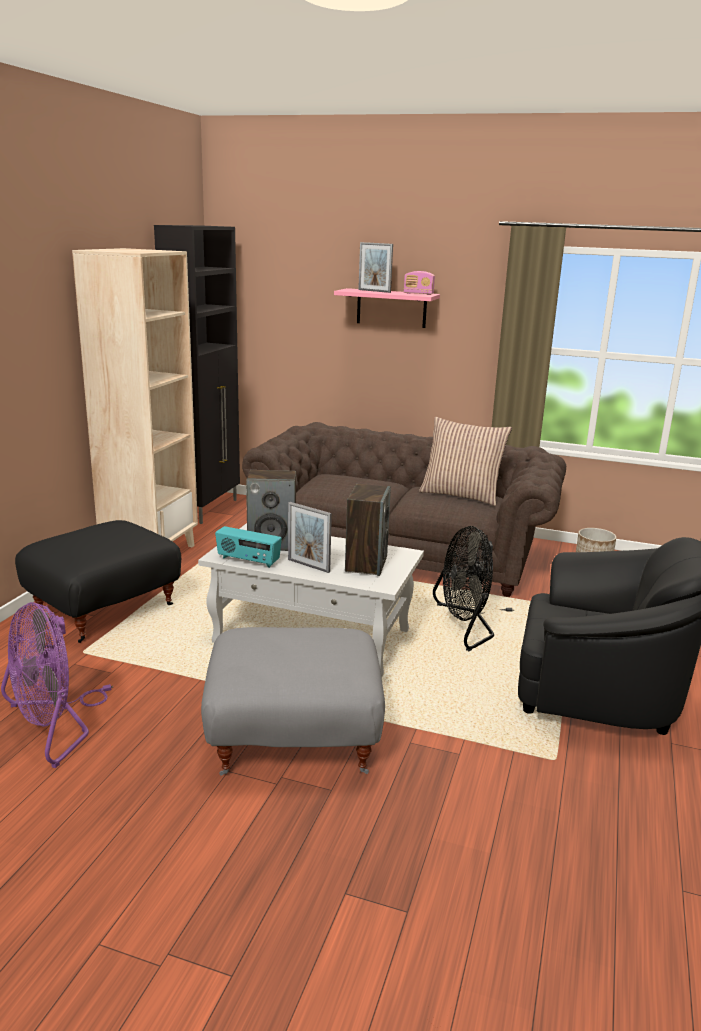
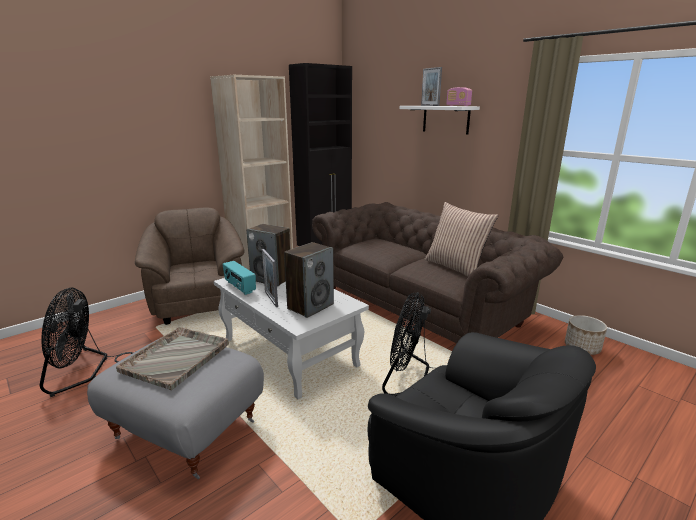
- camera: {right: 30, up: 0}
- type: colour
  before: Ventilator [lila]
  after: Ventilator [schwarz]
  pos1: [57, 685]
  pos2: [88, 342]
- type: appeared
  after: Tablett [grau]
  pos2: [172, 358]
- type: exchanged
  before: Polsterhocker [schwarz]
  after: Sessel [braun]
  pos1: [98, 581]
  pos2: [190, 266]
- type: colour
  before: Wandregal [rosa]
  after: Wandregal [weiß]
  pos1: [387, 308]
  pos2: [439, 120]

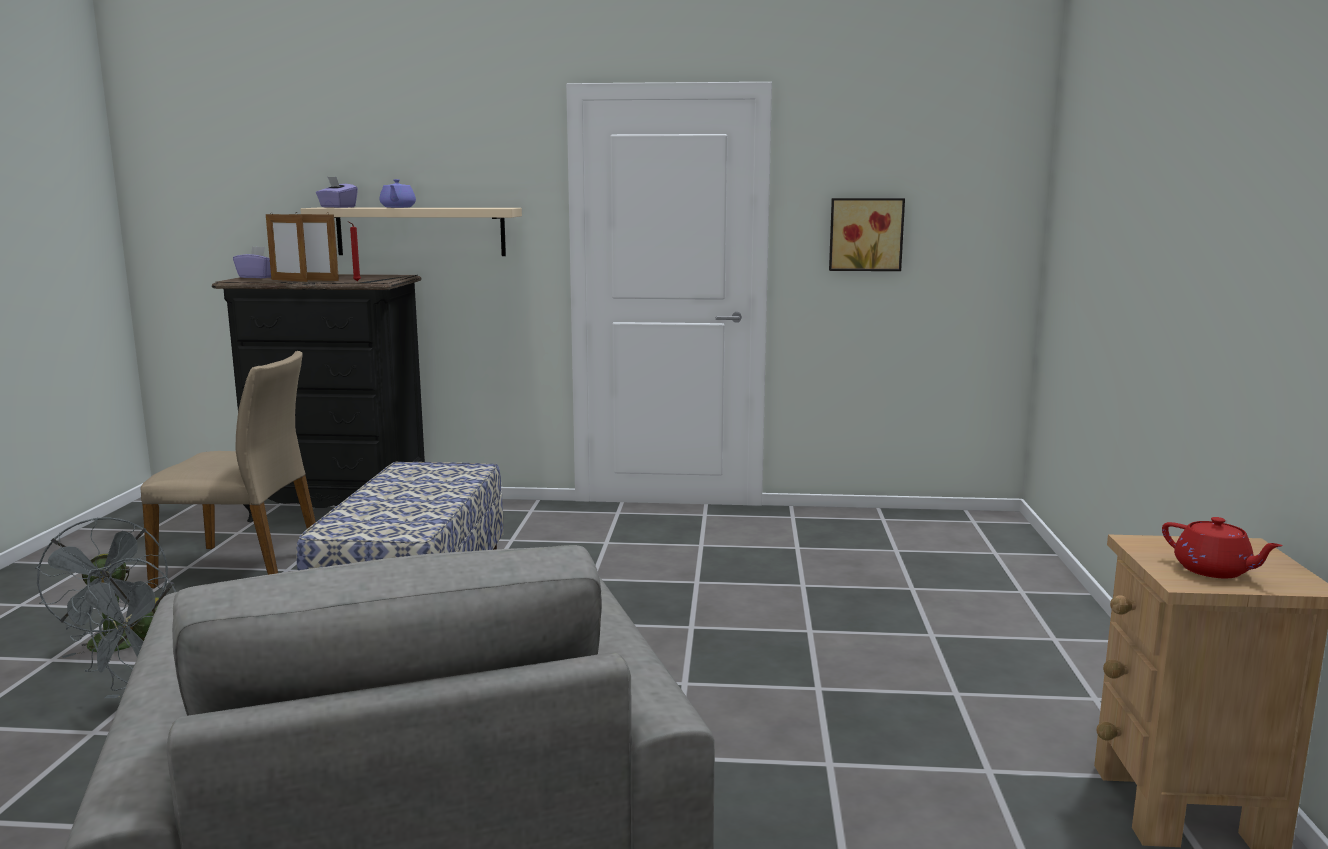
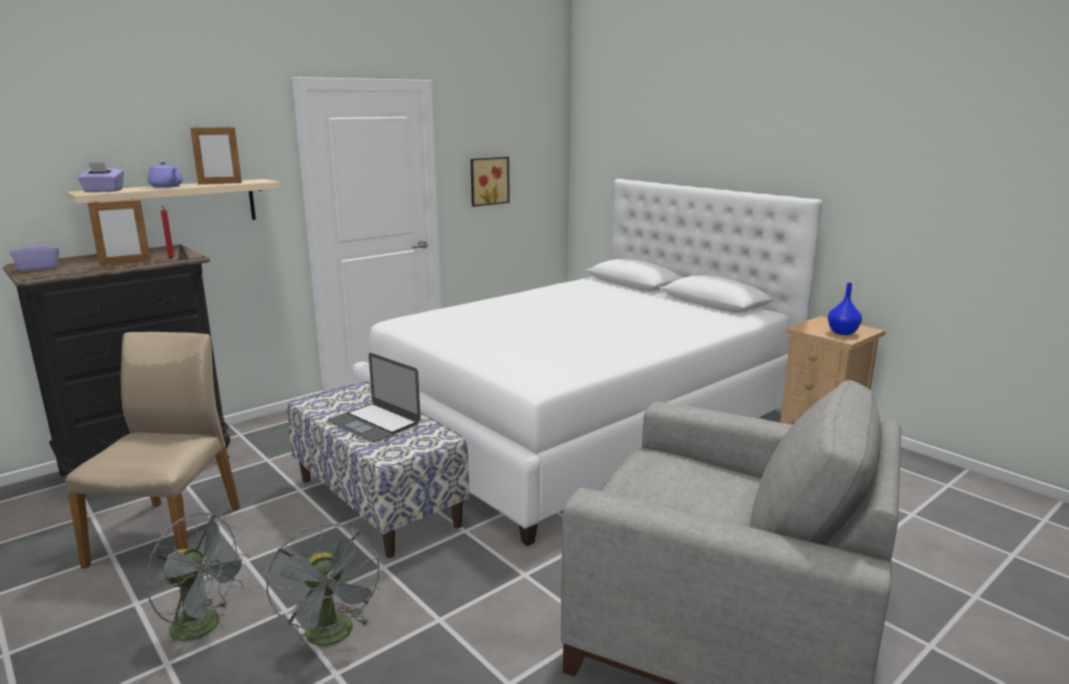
- camera: {right: -45, up: 5}
- type: spun
  before: Stuhl [beige]
  pos1: [228, 469]
  pos2: [153, 450]
  turn: -45
- type: relocated
  before: Bilderrahmen
  pos1: [287, 247]
  pos2: [216, 155]
- type: appeared
  after: Laptop
  pos2: [374, 397]
- type: appeared
  after: Bett [weiß]
  pos2: [587, 362]
- type: exchanged
  before: Teekanne [rot]
  after: Vase [blau]
  pos1: [1222, 547]
  pos2: [845, 309]

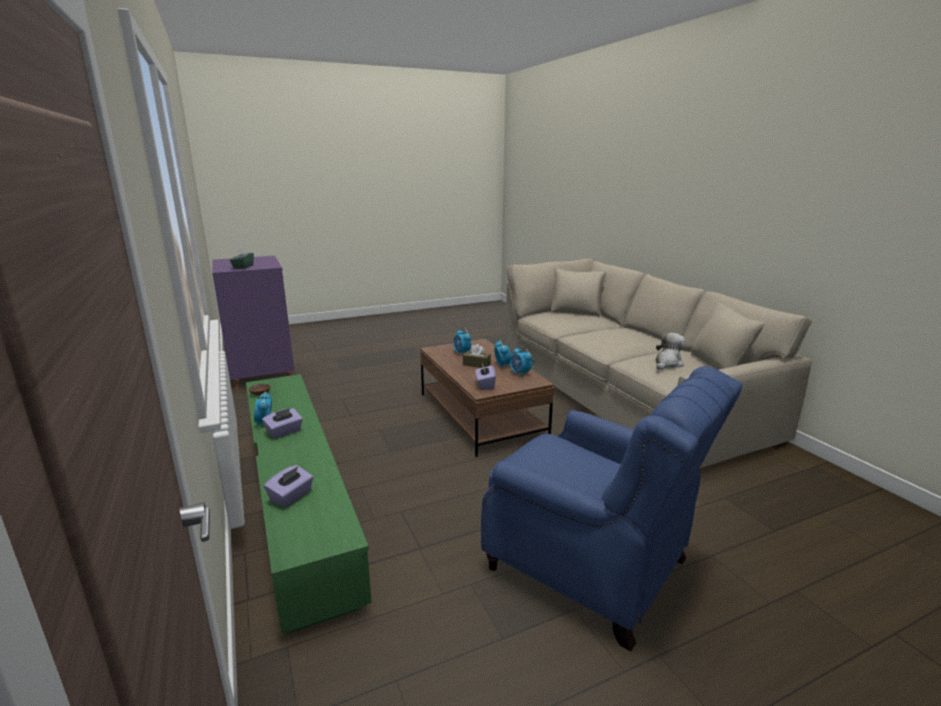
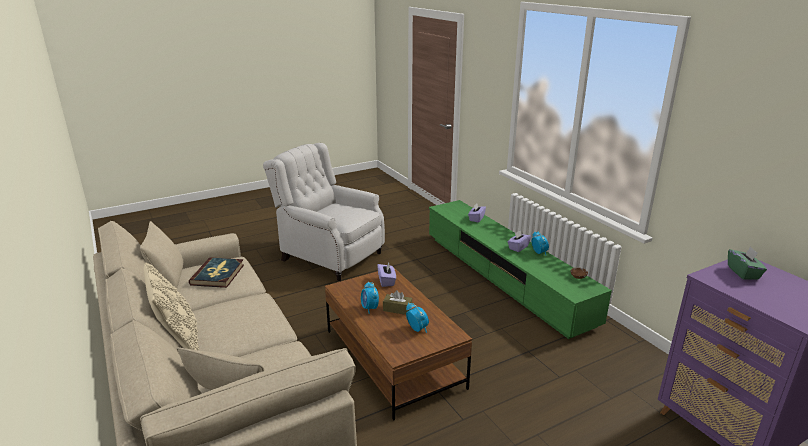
- camera: {right: 175, up: 5}
- type: appeared
  after: Kissen [beige]
  pos2: [171, 306]
- type: exchanged
  before: Plüschtier
  after: Buch
  pos1: [671, 351]
  pos2: [216, 272]
- type: colour
  before: Sessel [blau]
  after: Sessel [weiß]
  pos1: [612, 509]
  pos2: [324, 212]
- type: missing
  before: Wecker
  pos1: [521, 361]

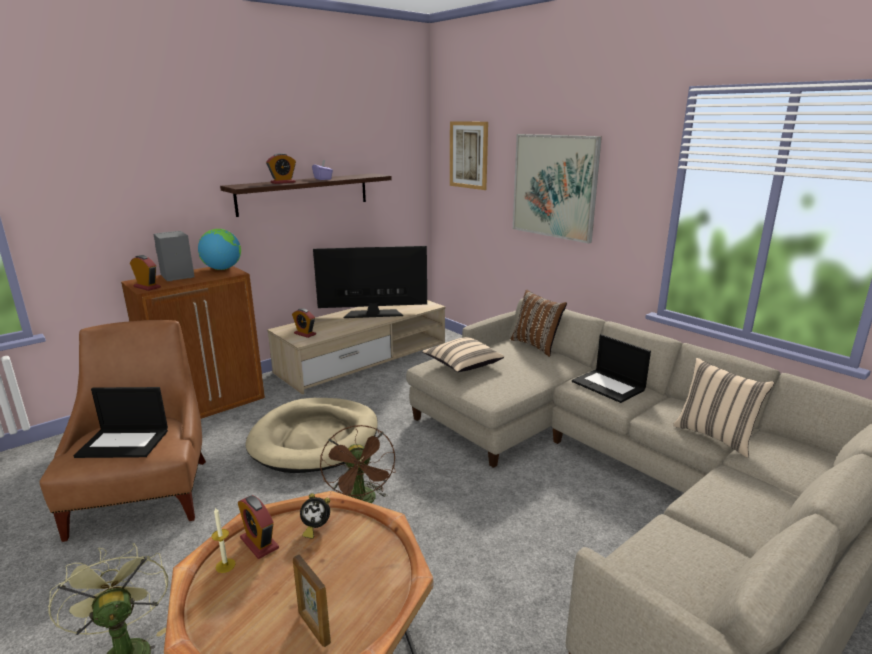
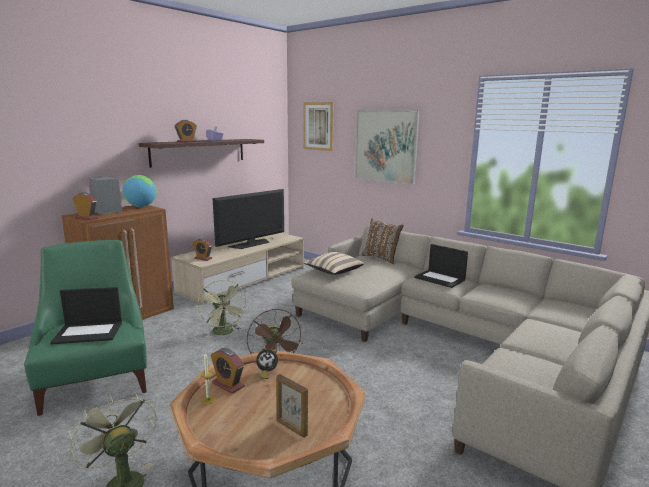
- camera: {right: -10, up: -5}
- type: colour
  before: Sessel [braun]
  after: Sessel [grün]
  pos1: [123, 431]
  pos2: [85, 328]
- type: exchanged
  before: Hundebett [beige]
  after: Ventilator [grün]
  pos1: [311, 435]
  pos2: [222, 309]
- type: spun
  before: Fernseher
  pos1: [370, 282]
  pos2: [248, 219]
  turn: 150
- type: missing
  before: Kissen [beige]
  pos1: [723, 408]

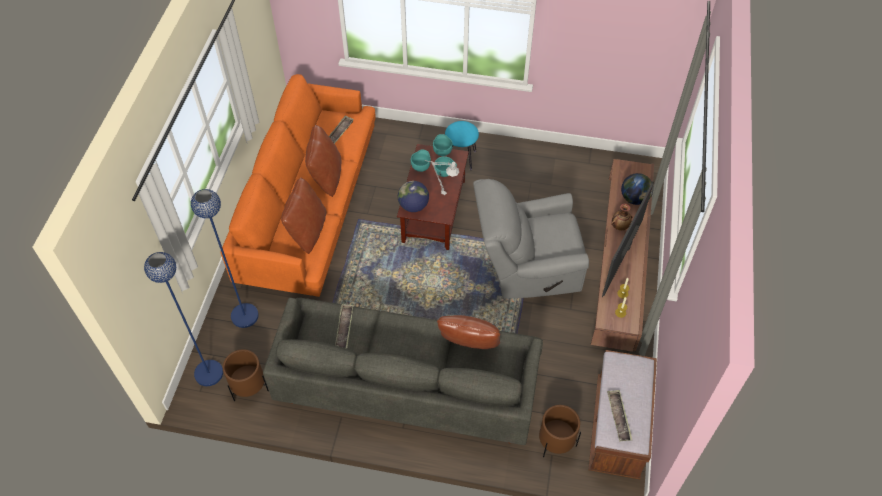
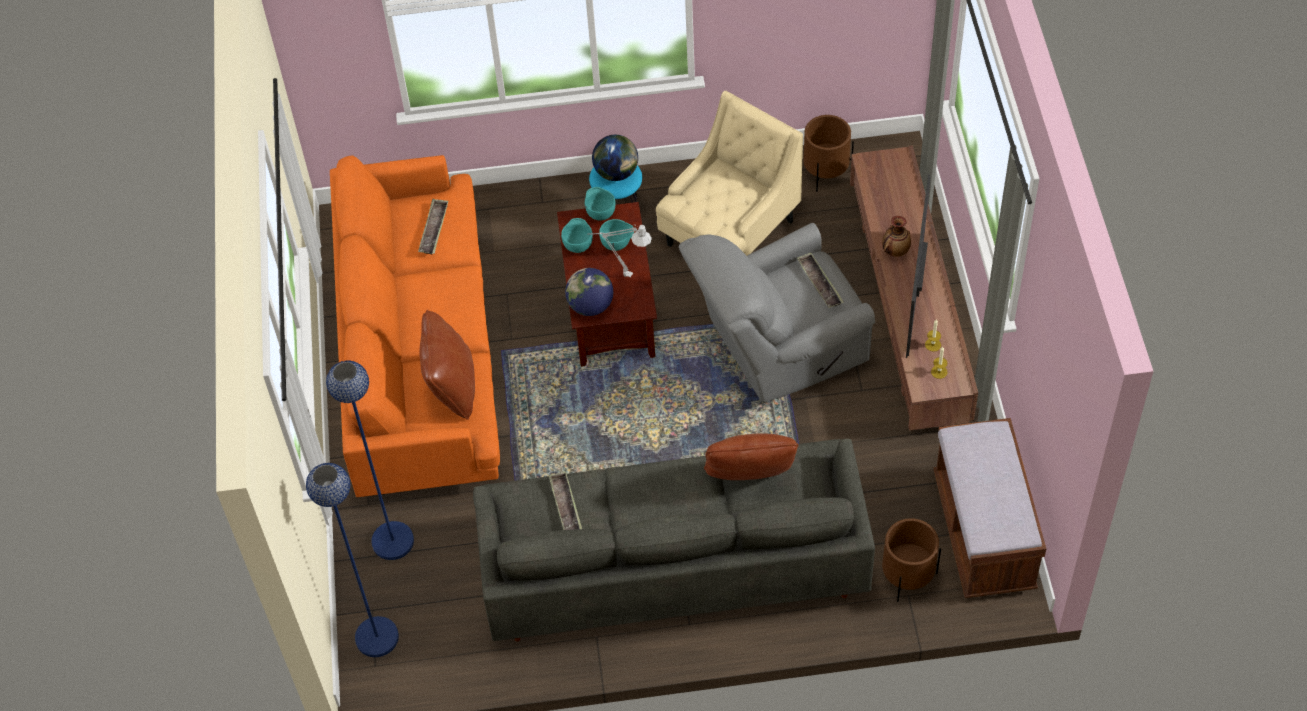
- camera: {right: -15, up: 0}
- type: relocated
  before: Globus
  pos1: [637, 189]
  pos2: [615, 158]
- type: appeared
  after: Sessel [beige]
  pos2: [729, 173]
- type: relocated
  before: Tablett
  pos1: [619, 415]
  pos2: [820, 280]
- type: relocated
  before: Pflanzkübel [braun]
  pos1: [246, 375]
  pos2: [828, 153]
- type: missing
  before: Kissen [braun]
  pos1: [323, 161]

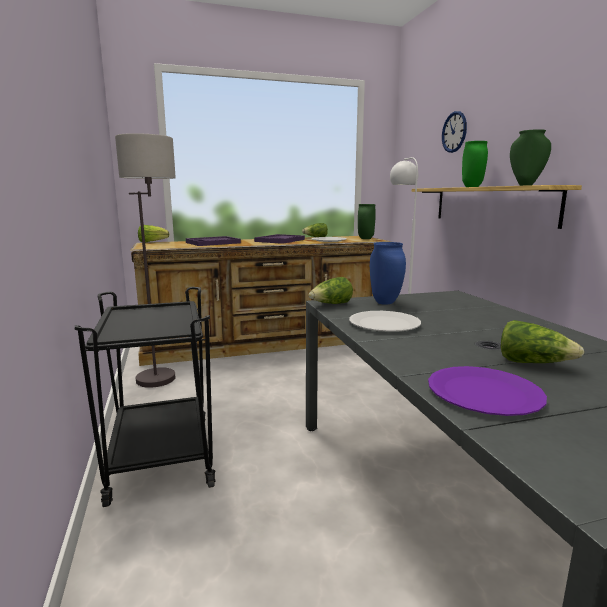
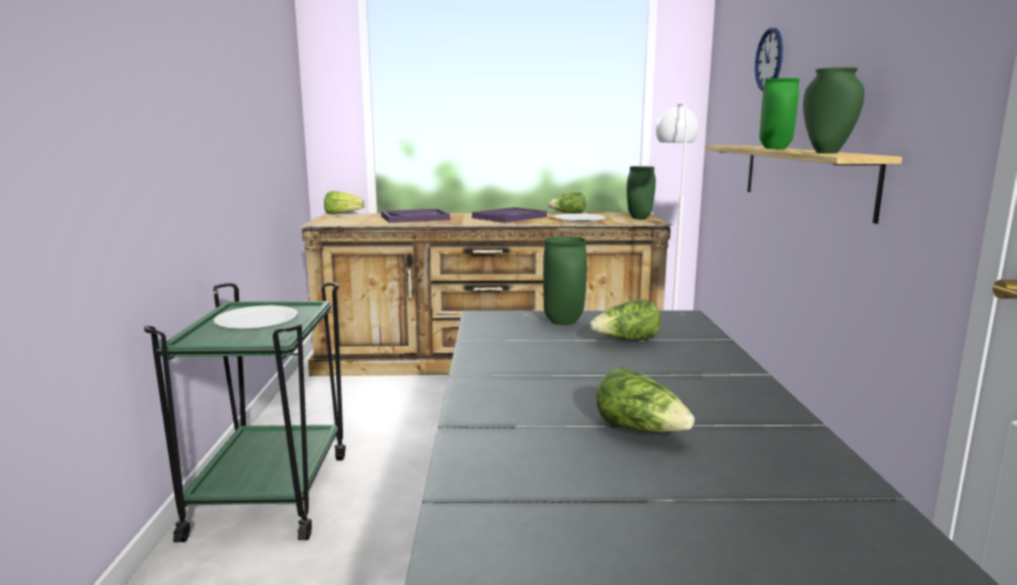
- camera: {right: 15, up: 0}
- type: colour
  before: Rollwagen [schwarz]
  after: Rollwagen [grün]
  pos1: [145, 397]
  pos2: [245, 412]
- type: relocated
  before: Teller [weiß]
  pos1: [385, 321]
  pos2: [256, 317]
- type: colour
  before: Vase [blau]
  after: Vase [grün]
  pos1: [388, 273]
  pos2: [565, 280]
- type: relocated
  before: Salatkopf
  pos1: [331, 290]
  pos2: [625, 319]
- type: missing
  before: Stehlampe [grau]
  pos1: [145, 260]
- type: missing
  before: Teller [lila]
  pos1: [487, 391]

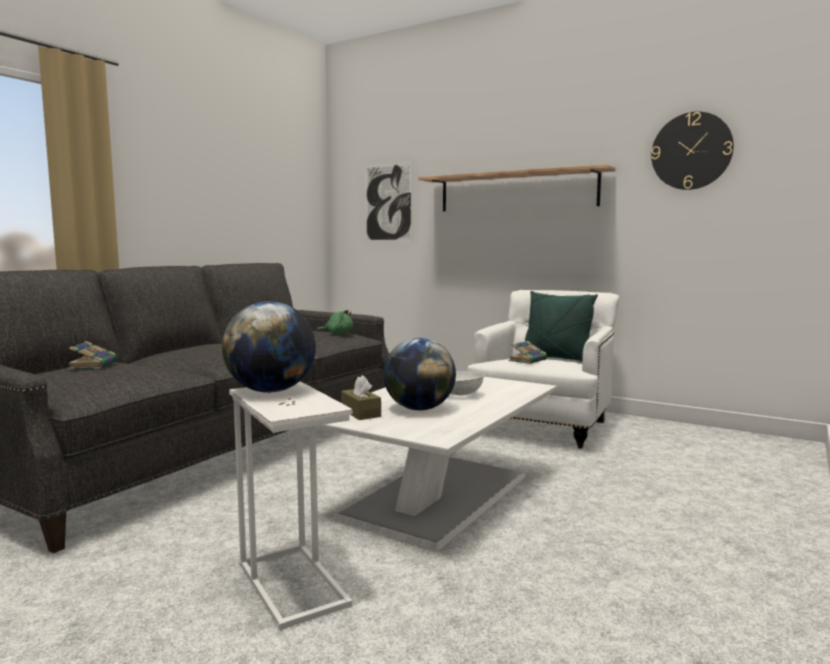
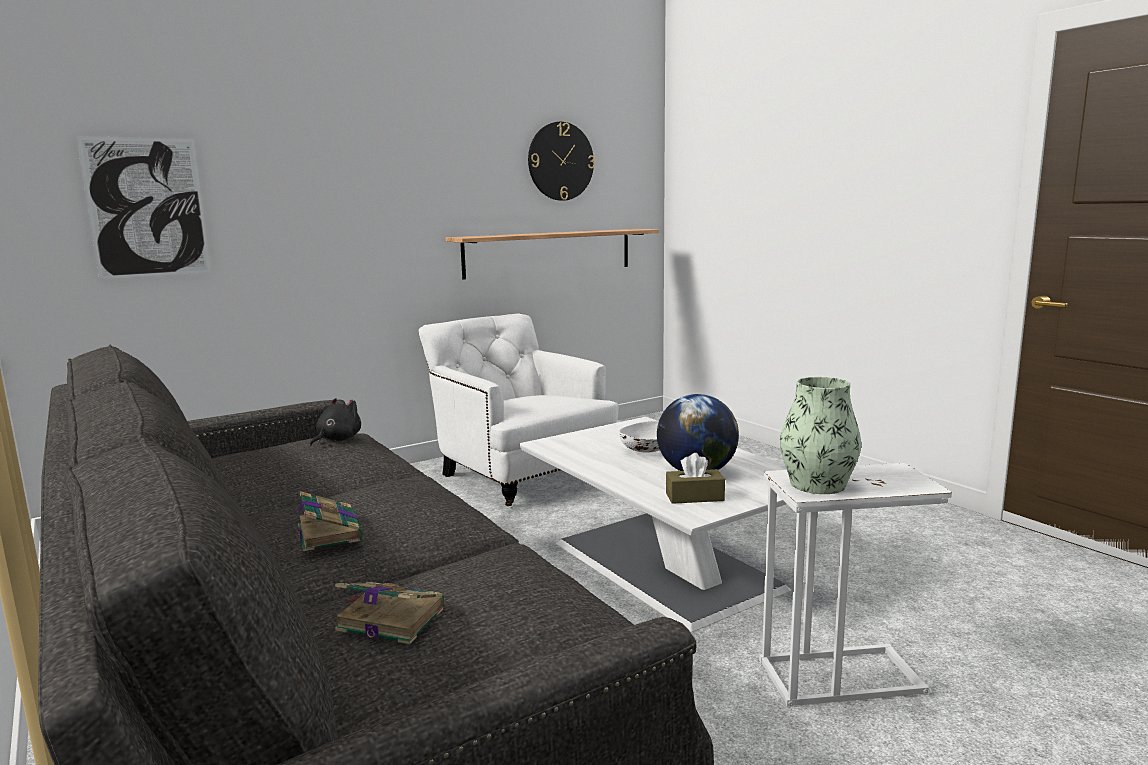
- camera: {right: -65, up: 5}
- type: relocated
  before: Buch
  pos1: [527, 352]
  pos2: [330, 521]
- type: colour
  before: Plüschtier [grün]
  after: Plüschtier [schwarz]
  pos1: [334, 322]
  pos2: [335, 422]
- type: relocated
  before: Wandregal
  pos1: [516, 187]
  pos2: [552, 254]
- type: exchanged
  before: Globus
  after: Vase
  pos1: [269, 347]
  pos2: [821, 435]
- type: missing
  before: Kissen [grün]
  pos1: [561, 326]

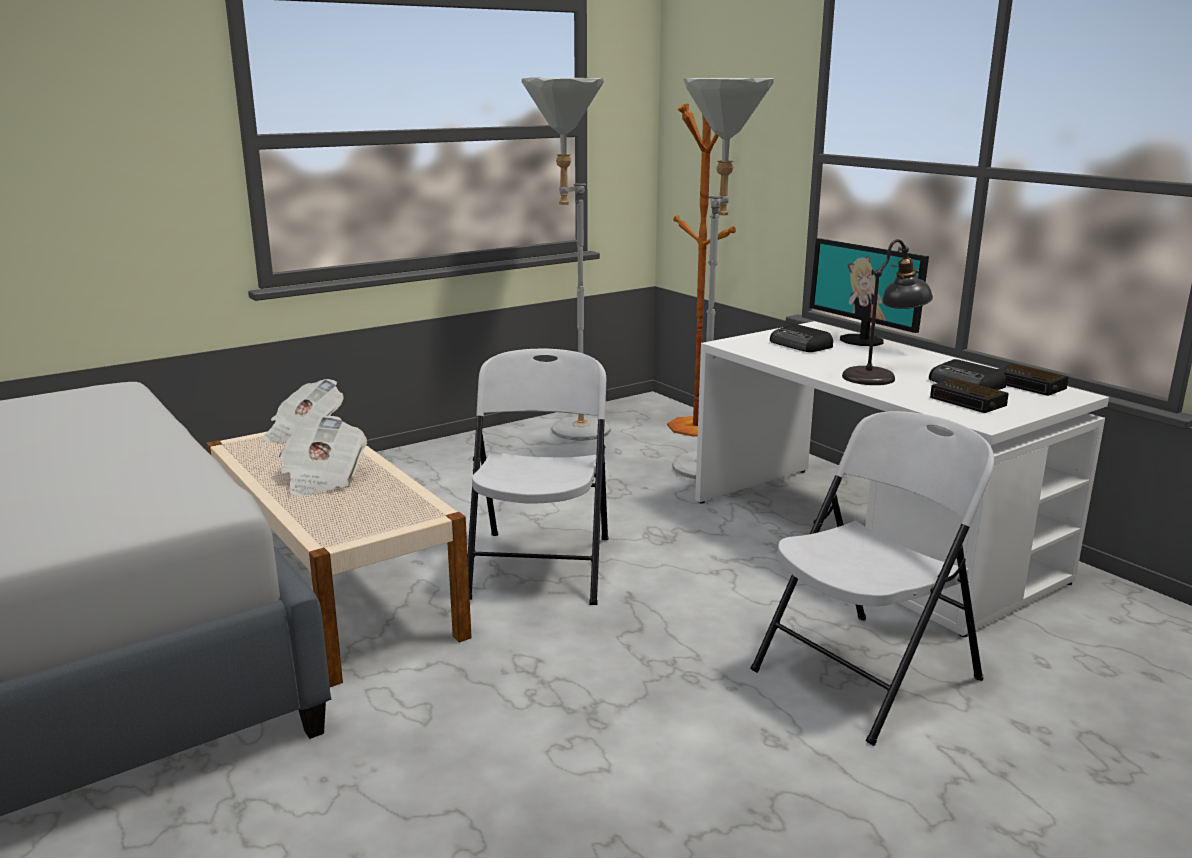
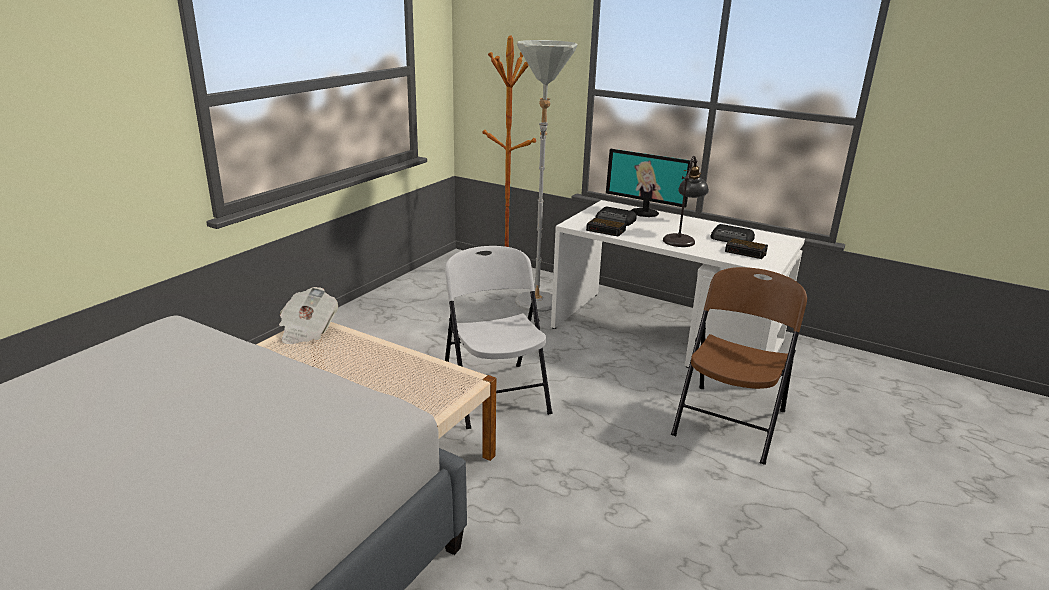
- camera: {right: -25, up: 5}
- type: relocated
  before: Wecker
  pos1: [1034, 380]
  pos2: [606, 227]
- type: colour
  before: Stuhl [weiß]
  after: Stuhl [braun]
  pos1: [872, 578]
  pos2: [739, 366]
- type: missing
  before: Zeitung
  pos1: [323, 456]
- type: missing
  before: Stehlampe [grau]
  pos1: [566, 259]

